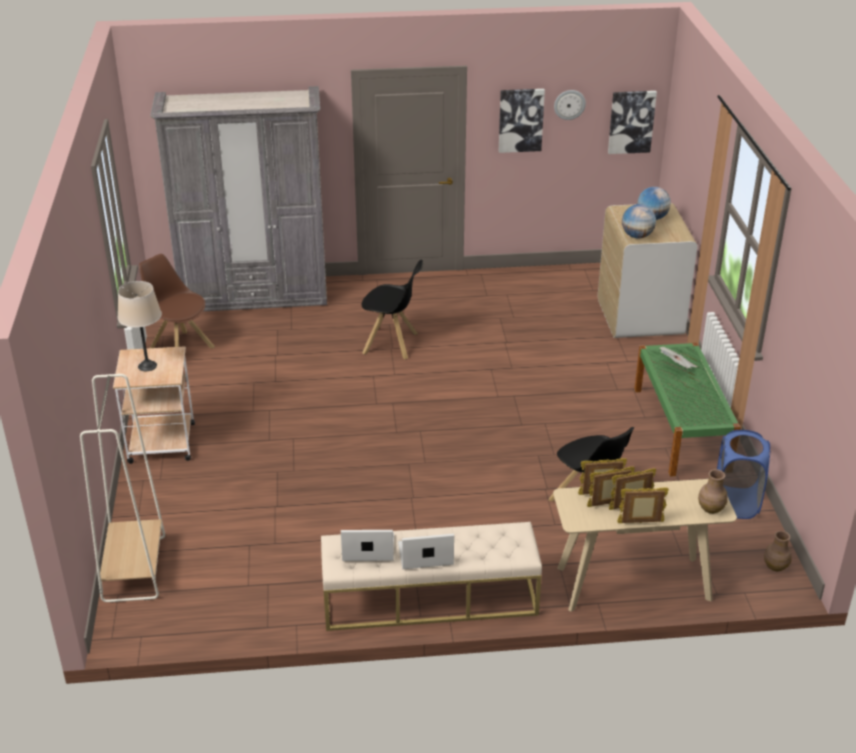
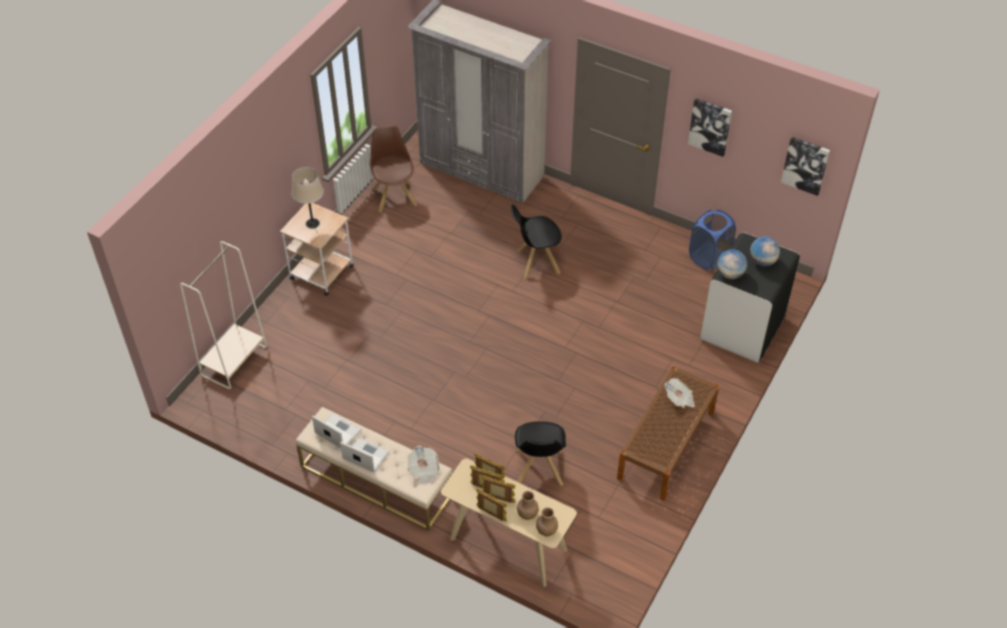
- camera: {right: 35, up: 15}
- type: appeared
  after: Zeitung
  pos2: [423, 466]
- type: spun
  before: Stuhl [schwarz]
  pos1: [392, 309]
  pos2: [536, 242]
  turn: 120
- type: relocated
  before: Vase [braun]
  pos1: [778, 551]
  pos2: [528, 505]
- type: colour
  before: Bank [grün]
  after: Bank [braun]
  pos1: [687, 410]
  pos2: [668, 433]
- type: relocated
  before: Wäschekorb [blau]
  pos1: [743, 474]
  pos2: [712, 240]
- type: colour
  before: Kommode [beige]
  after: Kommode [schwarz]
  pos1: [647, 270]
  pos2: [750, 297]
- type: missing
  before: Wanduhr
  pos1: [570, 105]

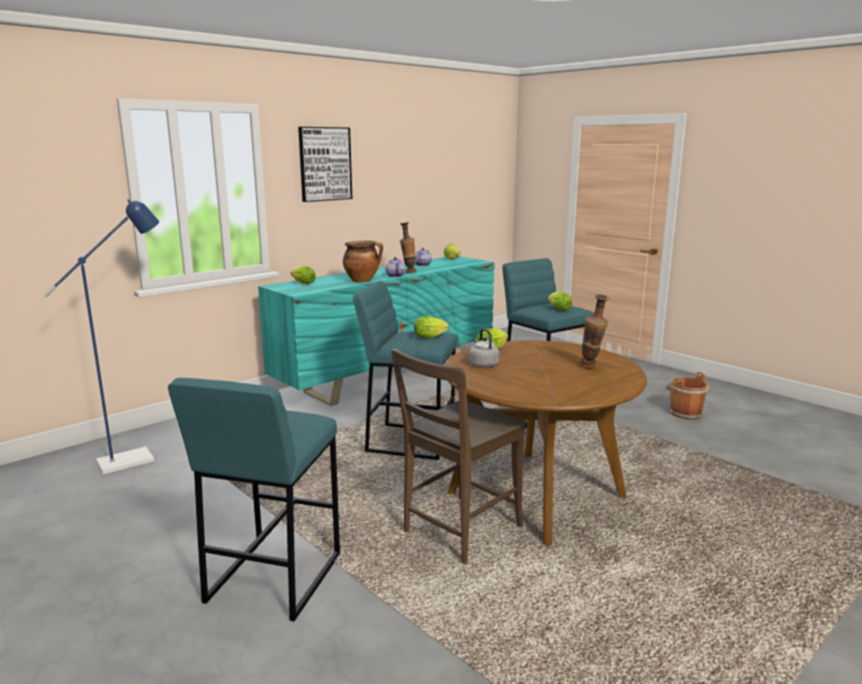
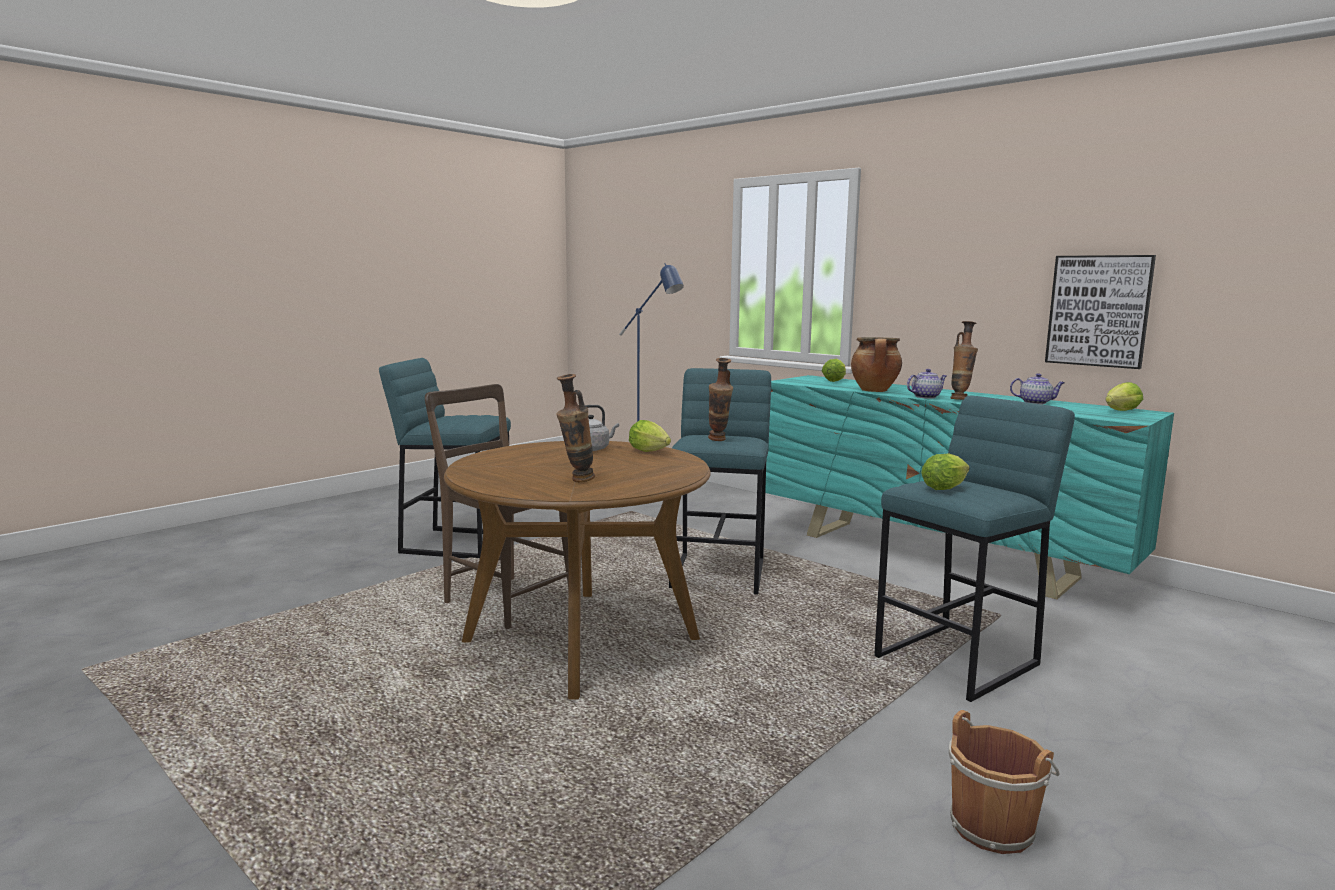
- camera: {right: 85, up: -5}
- type: exchanged
  before: Salatkopf
  after: Vase
  pos1: [431, 327]
  pos2: [720, 399]
- type: relocated
  before: Bild
  pos1: [325, 164]
  pos2: [1100, 312]

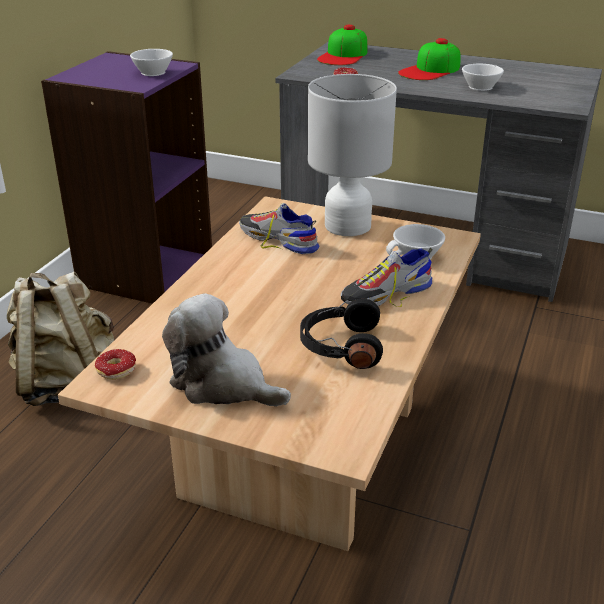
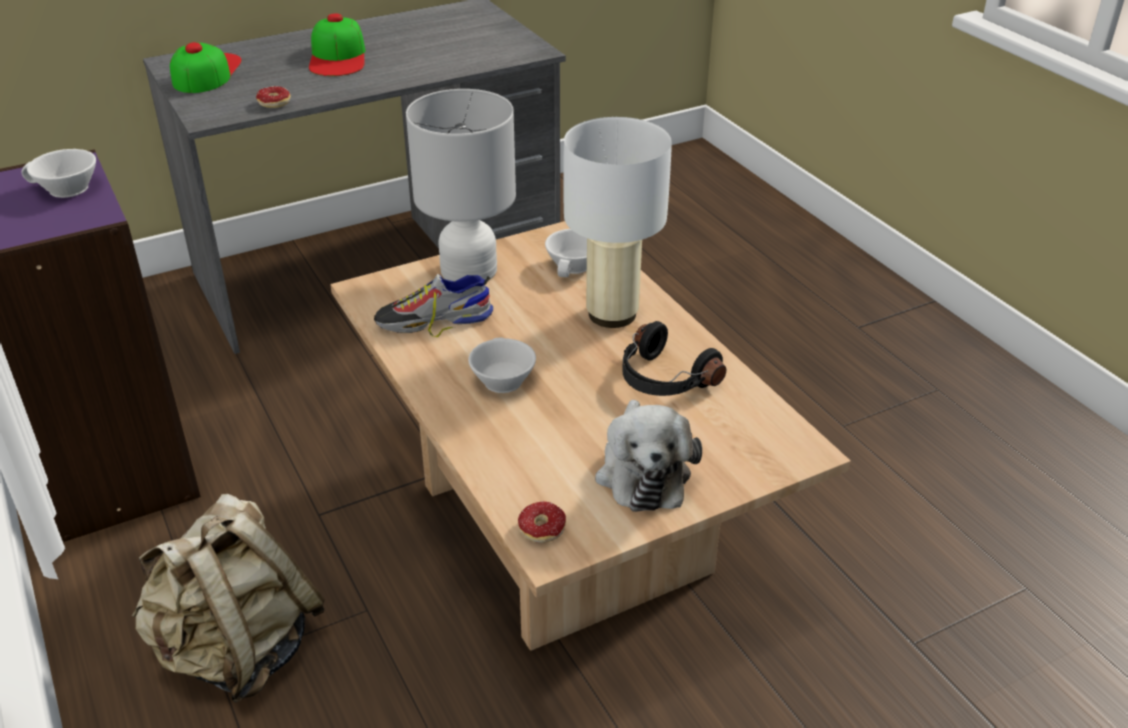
- camera: {right: -50, up: 5}
- type: spun
  before: Kappe
  pos1: [342, 45]
  pos2: [206, 67]
  turn: -150
- type: relocated
  before: Tasse [weiß]
  pos1: [483, 77]
  pos2: [502, 365]
- type: exchanged
  before: Schuh
  after: Tischlampe [weiß]
  pos1: [387, 277]
  pos2: [617, 222]
- type: spun
  before: Plüschtier
  pos1: [226, 350]
  pos2: [648, 456]
  turn: -75

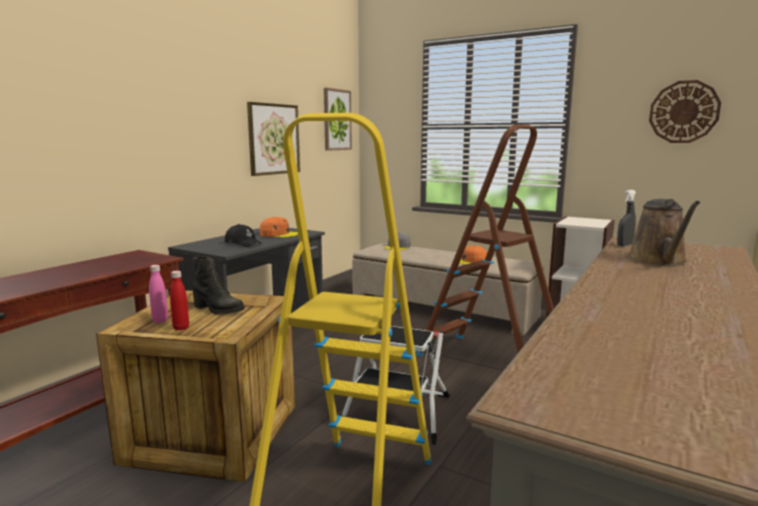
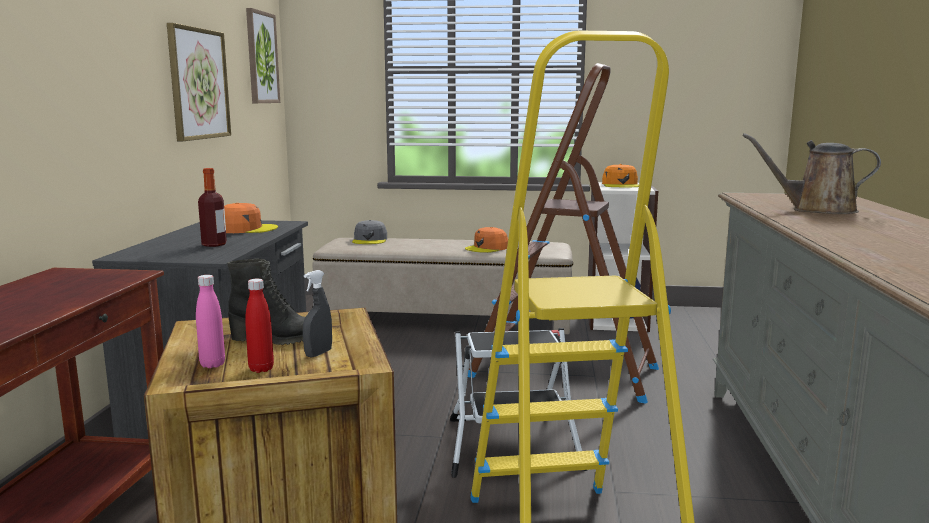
- camera: {right: -25, up: 0}
- type: exchanged
  before: Kappe [schwarz]
  after: Flasche
  pos1: [243, 235]
  pos2: [212, 207]
- type: relocated
  before: Sprühflasche [grau]
  pos1: [626, 218]
  pos2: [317, 314]
- type: appeared
  after: Kappe [orange]
  pos2: [620, 175]
- type: spun
  before: Gießkanne [braun]
  pos1: [664, 232]
  pos2: [812, 173]
  turn: 120
- type: missing
  before: Wanduhr
  pos1: [685, 111]

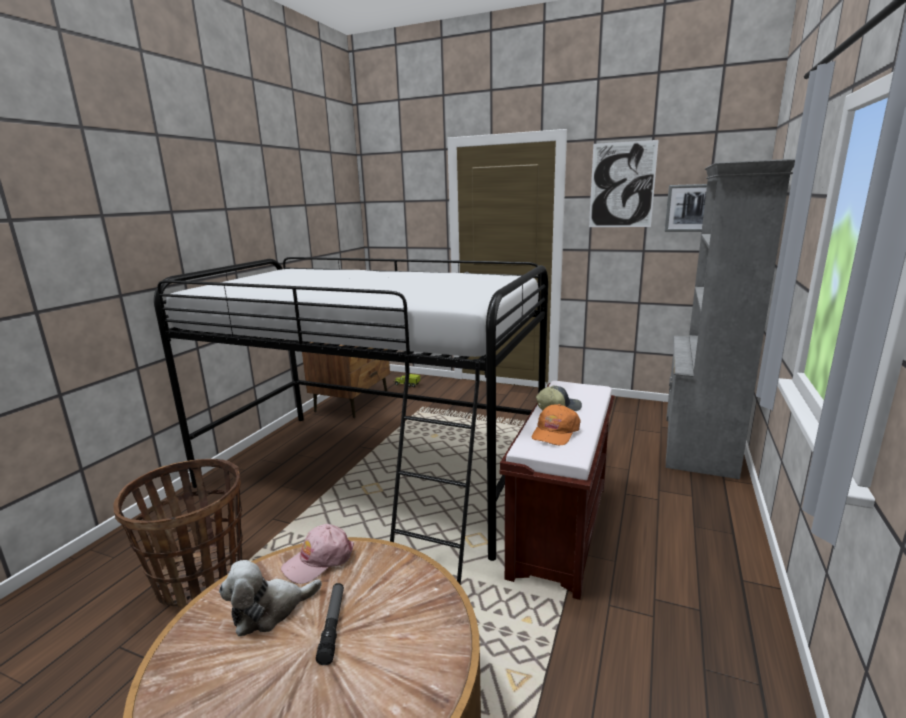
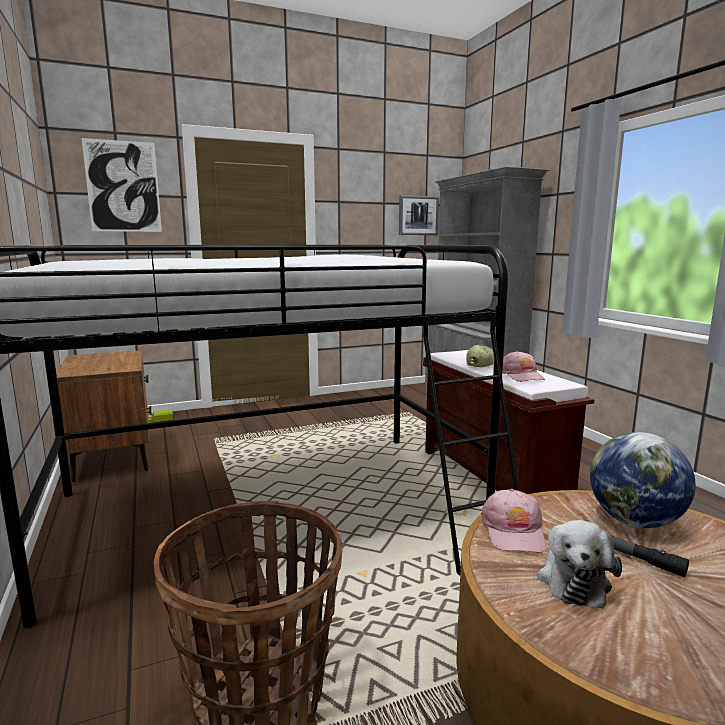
- camera: {right: -45, up: -5}
- type: relocated
  before: Bild
  pos1: [624, 183]
  pos2: [122, 185]
- type: colour
  before: Kappe [orange]
  after: Kappe [rosa]
  pos1: [556, 425]
  pos2: [523, 366]
- type: appeared
  after: Globus
  pos2: [642, 480]

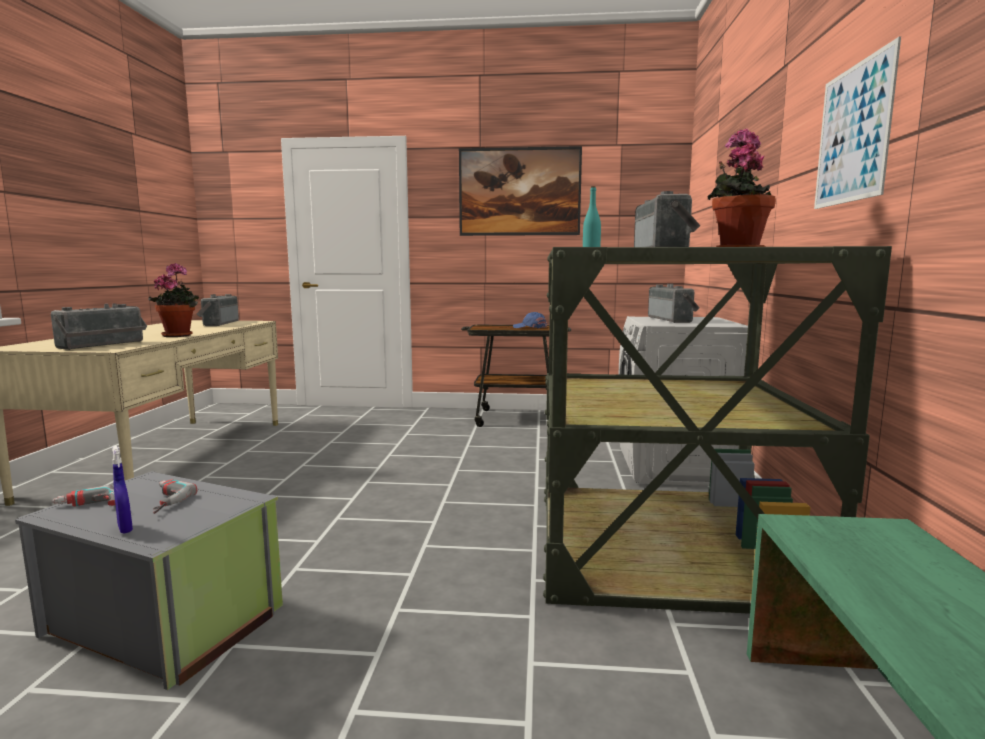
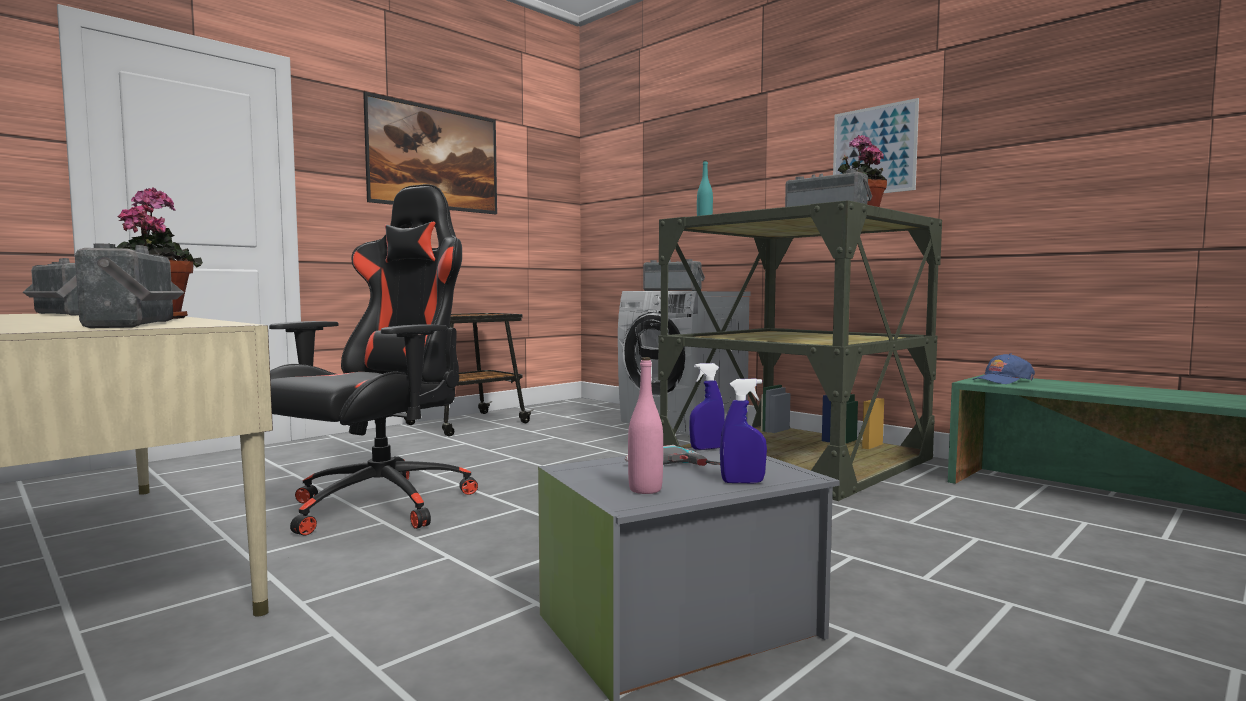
- camera: {right: -50, up: -5}
- type: appeared
  after: Bürostuhl [schwarz]
  pos2: [373, 359]
- type: exchanged
  before: Bohrmaschine
  after: Flasche [rosa]
  pos1: [83, 496]
  pos2: [645, 425]
- type: appeared
  after: Sprühflasche [blau]
  pos2: [707, 406]
- type: relocated
  before: Kappe [blau]
  pos1: [530, 320]
  pos2: [1003, 368]

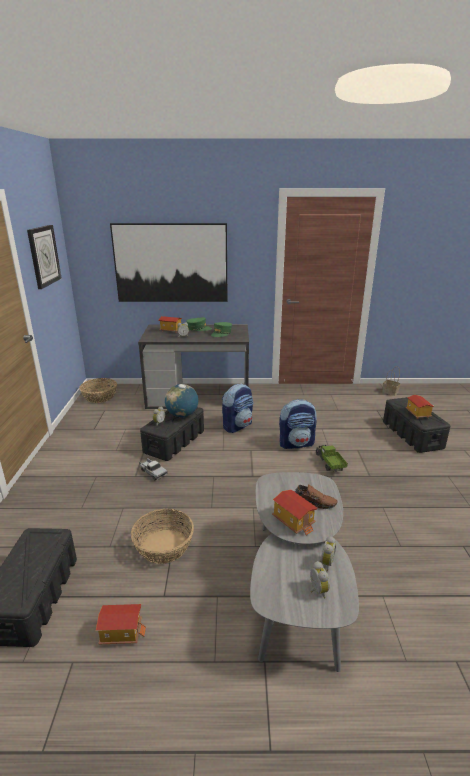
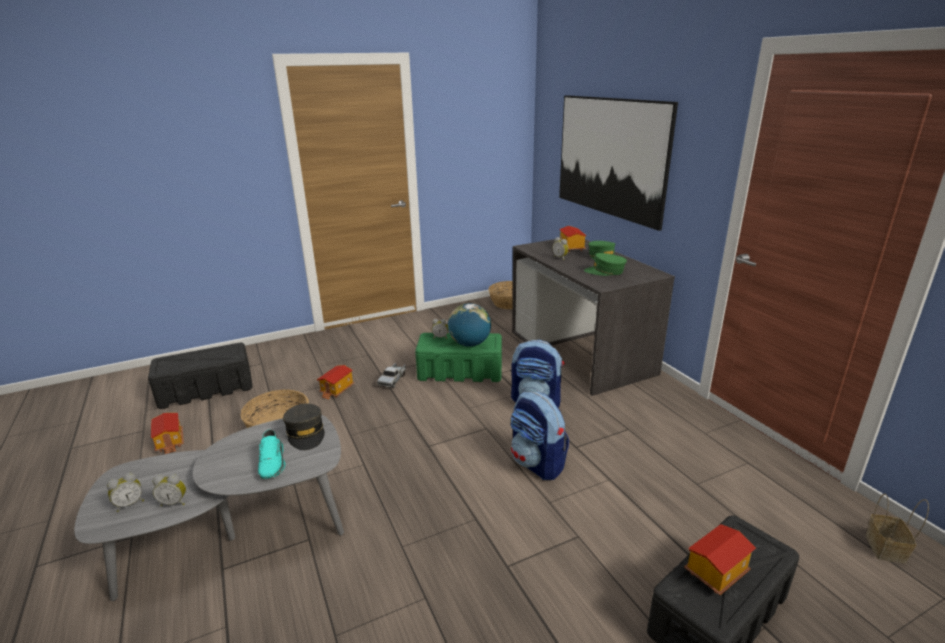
- camera: {right: 65, up: 0}
- type: colour
  before: Schuh [braun]
  after: Schuh [türkis]
  pos1: [315, 496]
  pos2: [271, 454]
- type: appeared
  after: Kappe [grau]
  pos2: [304, 427]
- type: relocated
  before: Spielzeughaus
  pos1: [295, 513]
  pos2: [336, 382]
- type: colour
  before: Aufbewahrungsbox [schwarz]
  after: Aufbewahrungsbox [grün]
  pos1: [172, 434]
  pos2: [458, 357]
- type: missing
  before: Wanduhr
  pos1: [44, 257]
- type: missing
  before: Spielzeuglaster
  pos1: [332, 458]

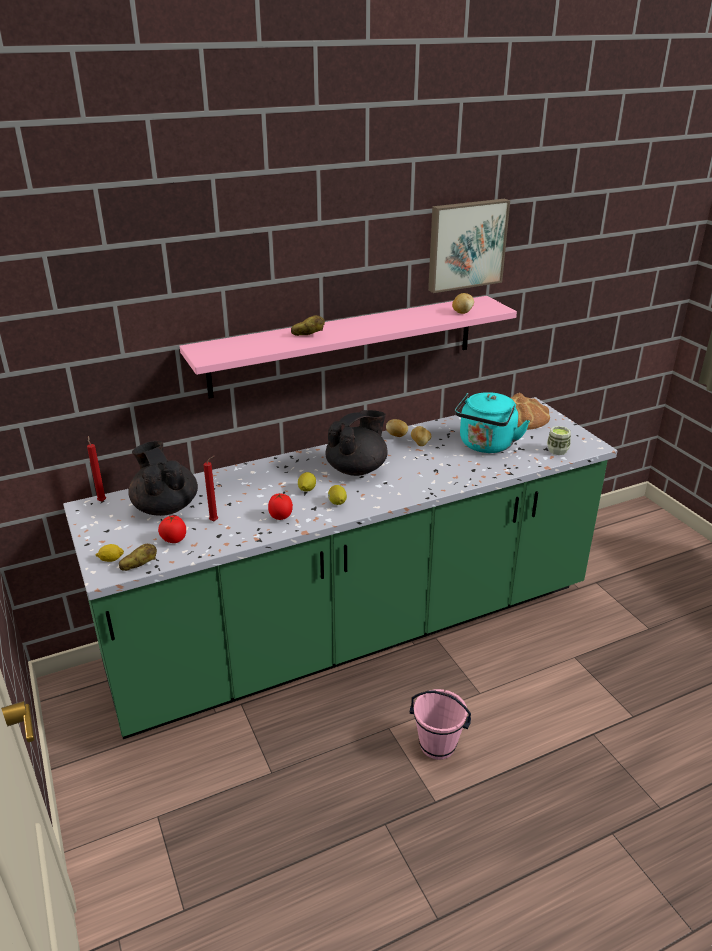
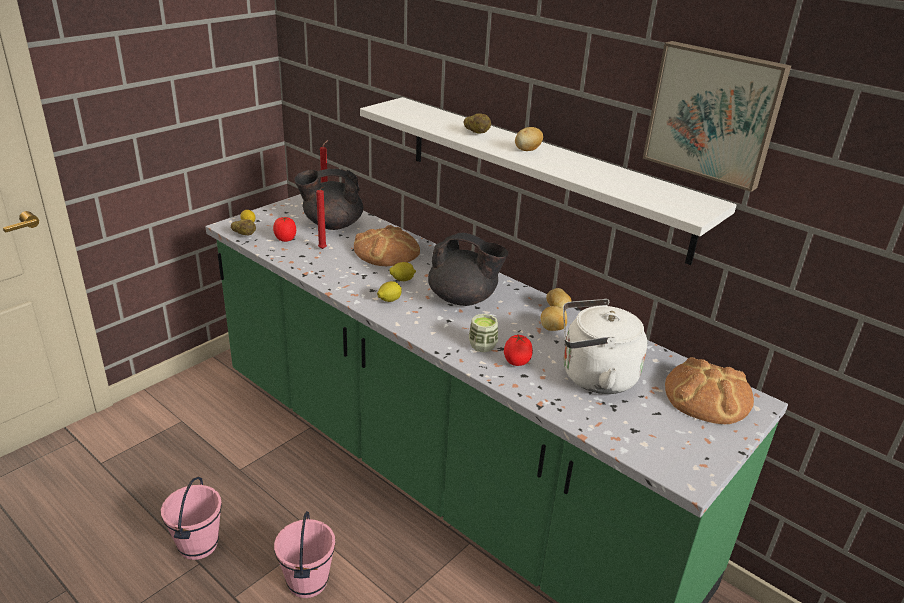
- camera: {right: 65, up: 0}
- type: appeared
  after: Eimer [rosa]
  pos2: [191, 518]
- type: spun
  before: Teekanne [schwarz]
  pos1: [163, 478]
  pos2: [328, 199]
  turn: -135
- type: appeared
  after: Brot
  pos2: [387, 245]
- type: colour
  before: Wandregal [rosa]
  after: Wandregal [weiß]
  pos1: [348, 347]
  pos2: [548, 181]
- type: relocated
  before: Tasse
  pos1: [559, 440]
  pos2: [483, 333]
- type: relocated
  before: Tomate
  pos1: [280, 506]
  pos2: [518, 350]
- type: relocated
  before: Kartoffel
  pos1: [463, 303]
  pos2: [529, 139]
- type: colour
  before: Wasserkessel [türkis]
  after: Wasserkessel [weiß]
  pos1: [492, 422]
  pos2: [605, 346]

